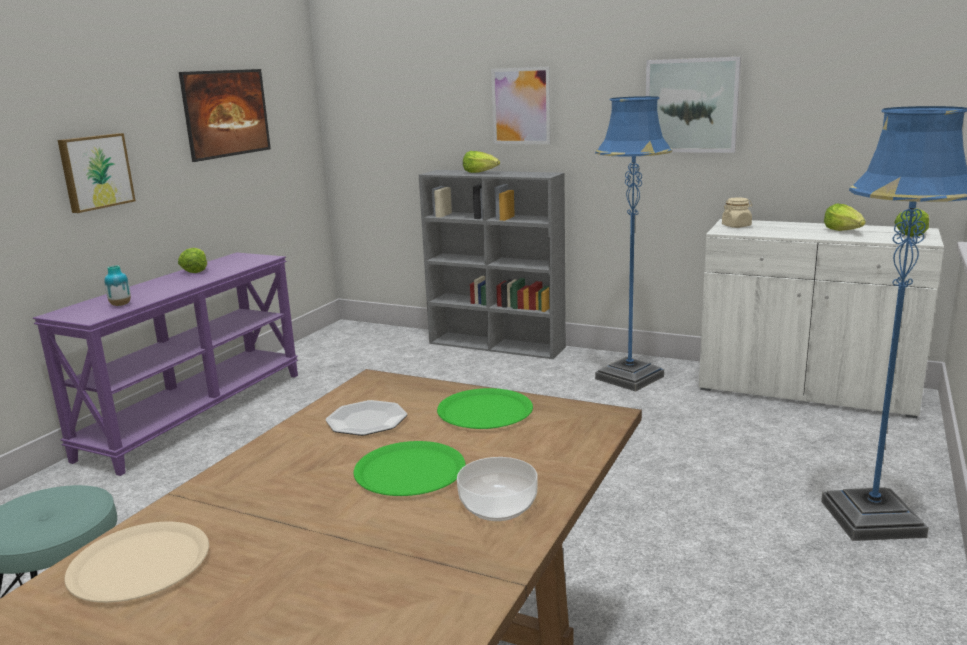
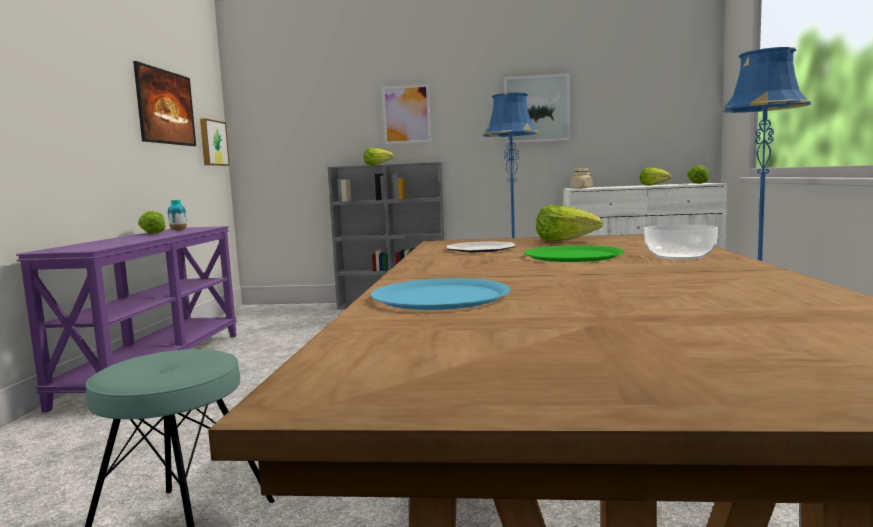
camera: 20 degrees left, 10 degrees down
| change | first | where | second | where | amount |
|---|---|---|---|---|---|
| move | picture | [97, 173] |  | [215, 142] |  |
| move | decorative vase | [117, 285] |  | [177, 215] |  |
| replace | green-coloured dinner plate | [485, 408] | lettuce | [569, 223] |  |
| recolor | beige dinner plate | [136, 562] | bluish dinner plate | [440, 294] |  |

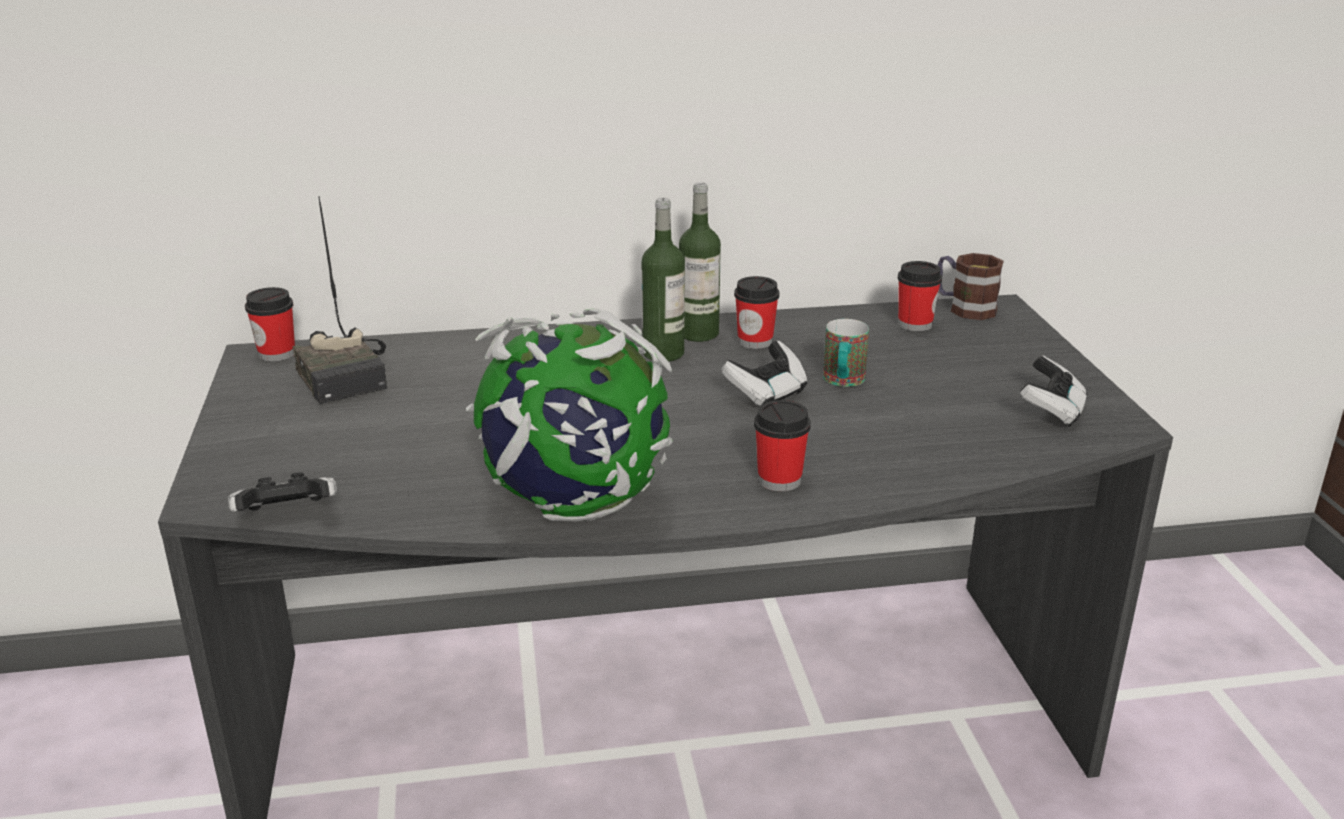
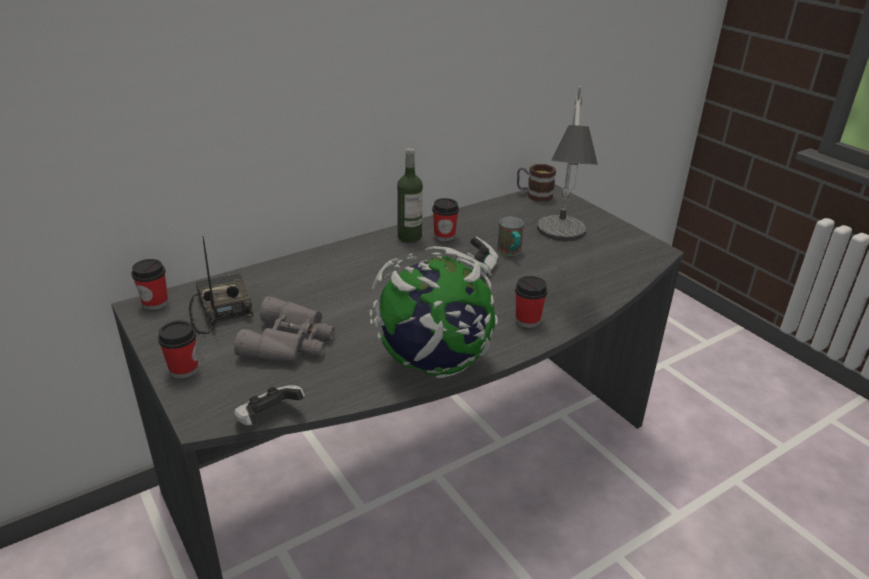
camera: 25 degrees left, 5 degrees up
| change | first | where | second | where | amount |
|---|---|---|---|---|---|
| delete | drink bottle | [663, 279] |  |  |  |
| delete | joypad | [1053, 391] |  |  |  |
| insert |  |  | grey pair of binoculars | [284, 329] |  |
| insert |  |  | table lamp | [567, 163] |  |
| move | drinking cup | [920, 296] |  | [178, 349] |  |
| rotate | radio receiver | [339, 300] |  | [221, 285] | 150 degrees counterclockwise |

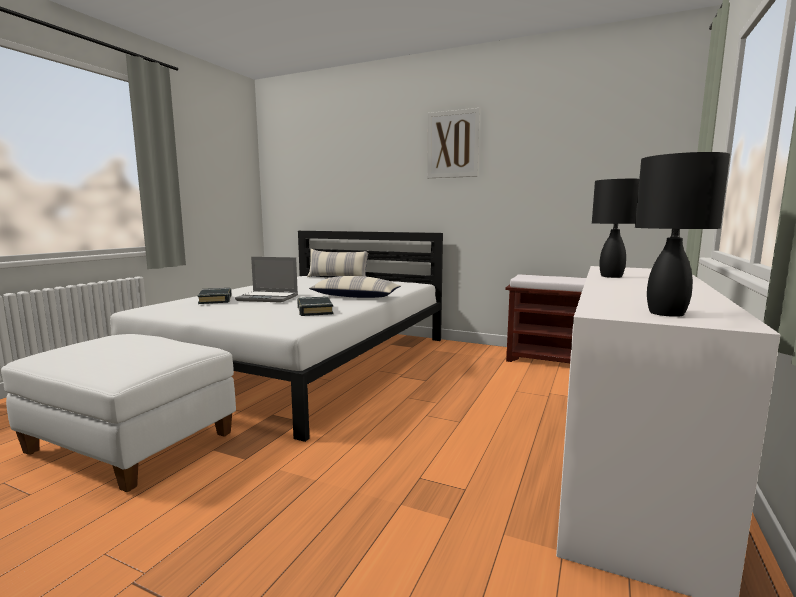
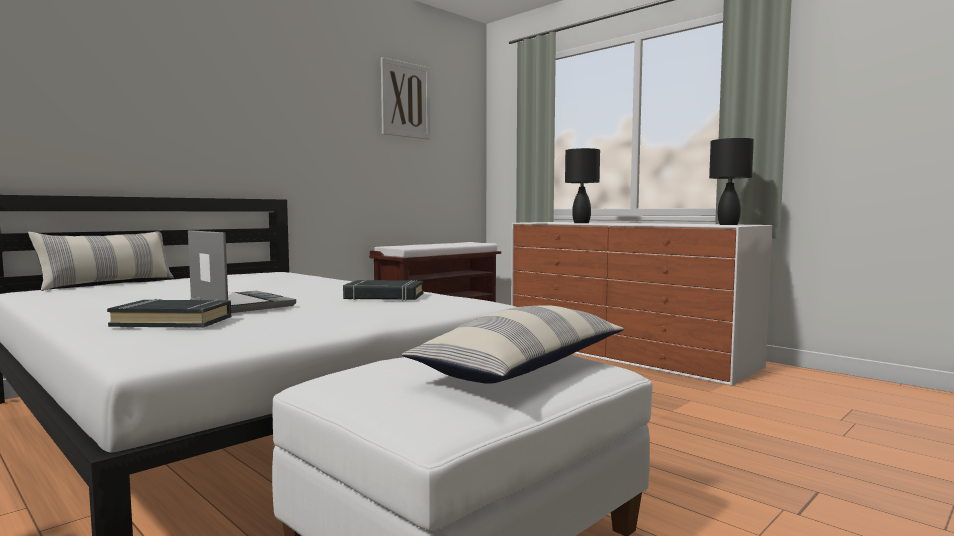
camera: 70 degrees left, 5 degrees down
| change | first | where | second | where | amount |
|---|---|---|---|---|---|
| move | cushion | [355, 287] |  | [513, 344] |  |
| move | picture | [453, 143] |  | [405, 98] |  |
| rotate | notebook computer | [266, 280] |  | [242, 271] | 75 degrees counterclockwise |

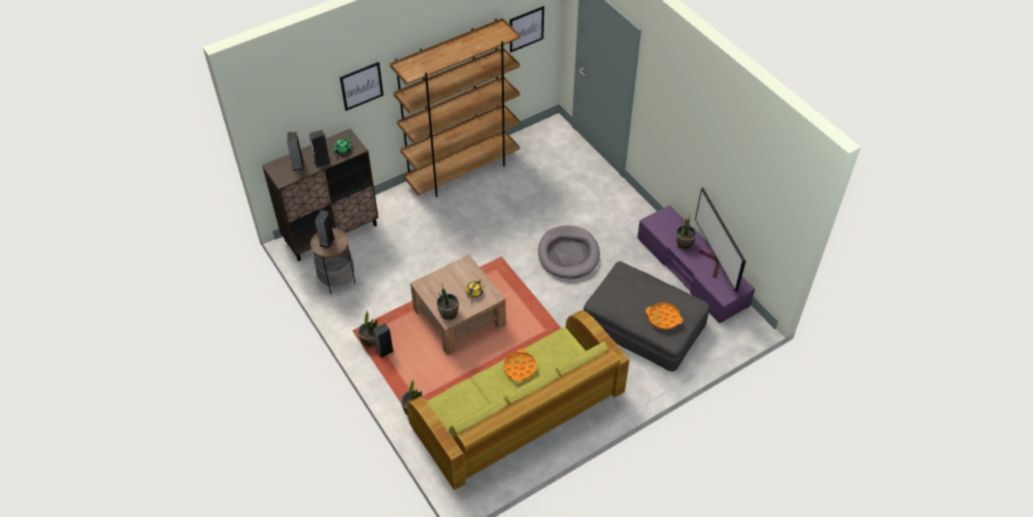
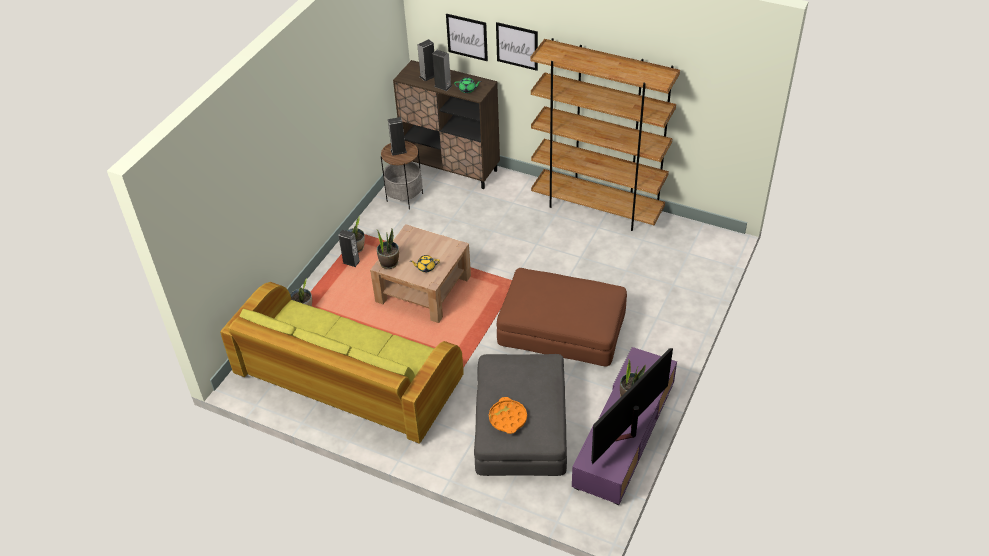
camera: 60 degrees right, 5 degrees down
| change | first | where | second | where | amount |
|---|---|---|---|---|---|
| delete | orangey serving tray | [520, 365] |  |  |  |
| move | picture | [527, 29] |  | [467, 37] |  |
| replace | grey pet bed | [569, 252] | brown-coloured footrest | [561, 317] |  |

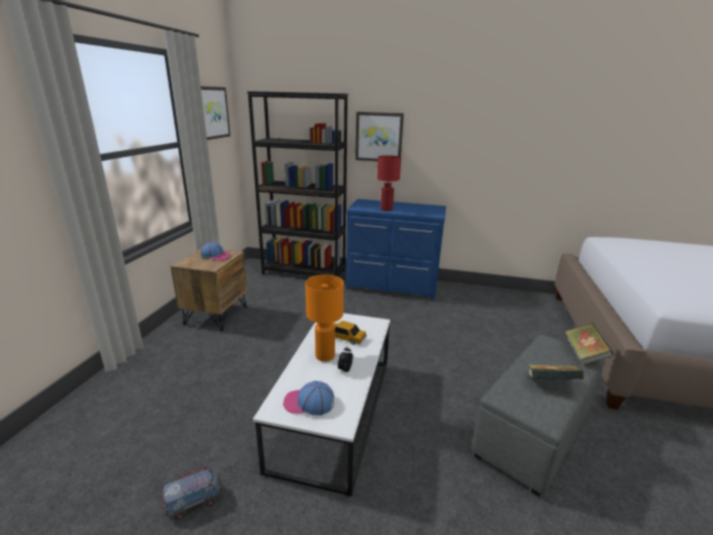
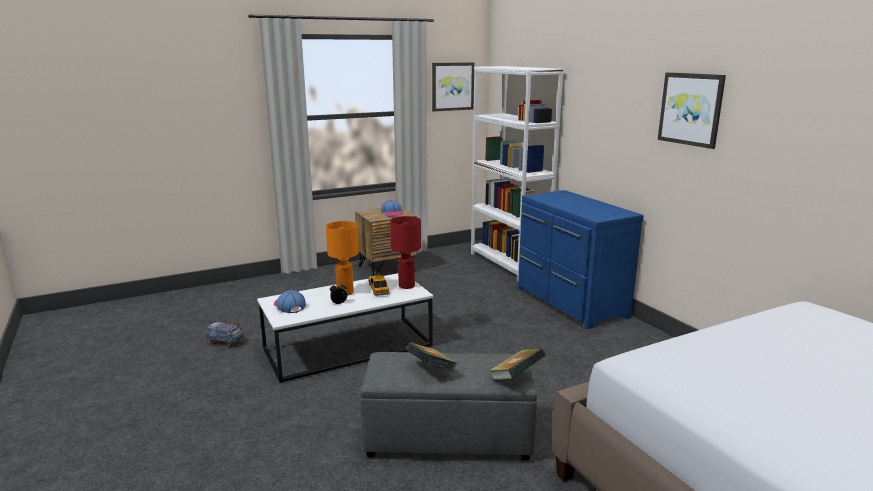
camera: 50 degrees right, 5 degrees down
| change | first | where | second | where | amount |
|---|---|---|---|---|---|
| move | picture | [379, 136] |  | [692, 110] |  |
| move | red-coloured table lamp | [389, 183] |  | [405, 252] |  |
| recolor | black-coloured shelving unit | [297, 184] | whitish shelving unit | [517, 173] |  |

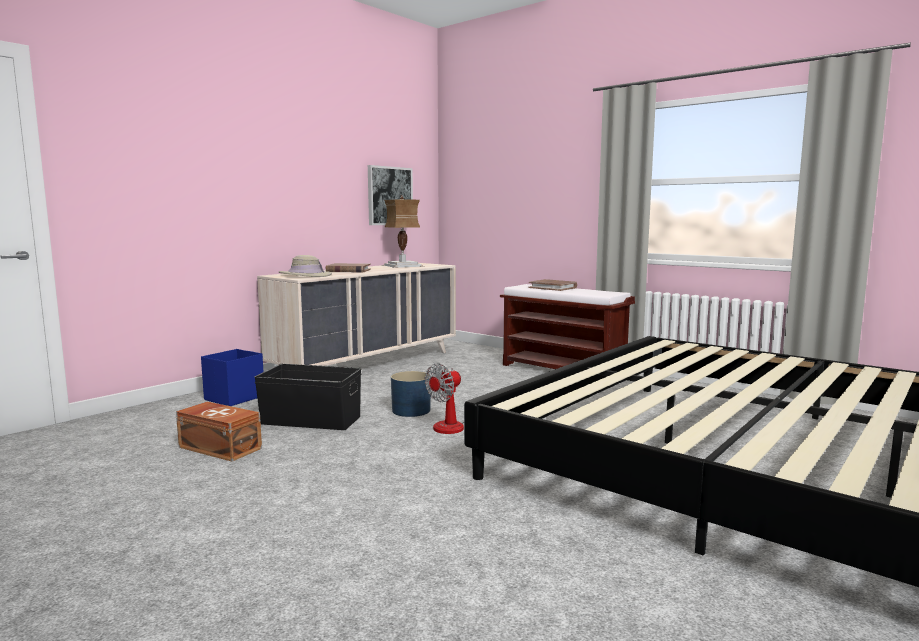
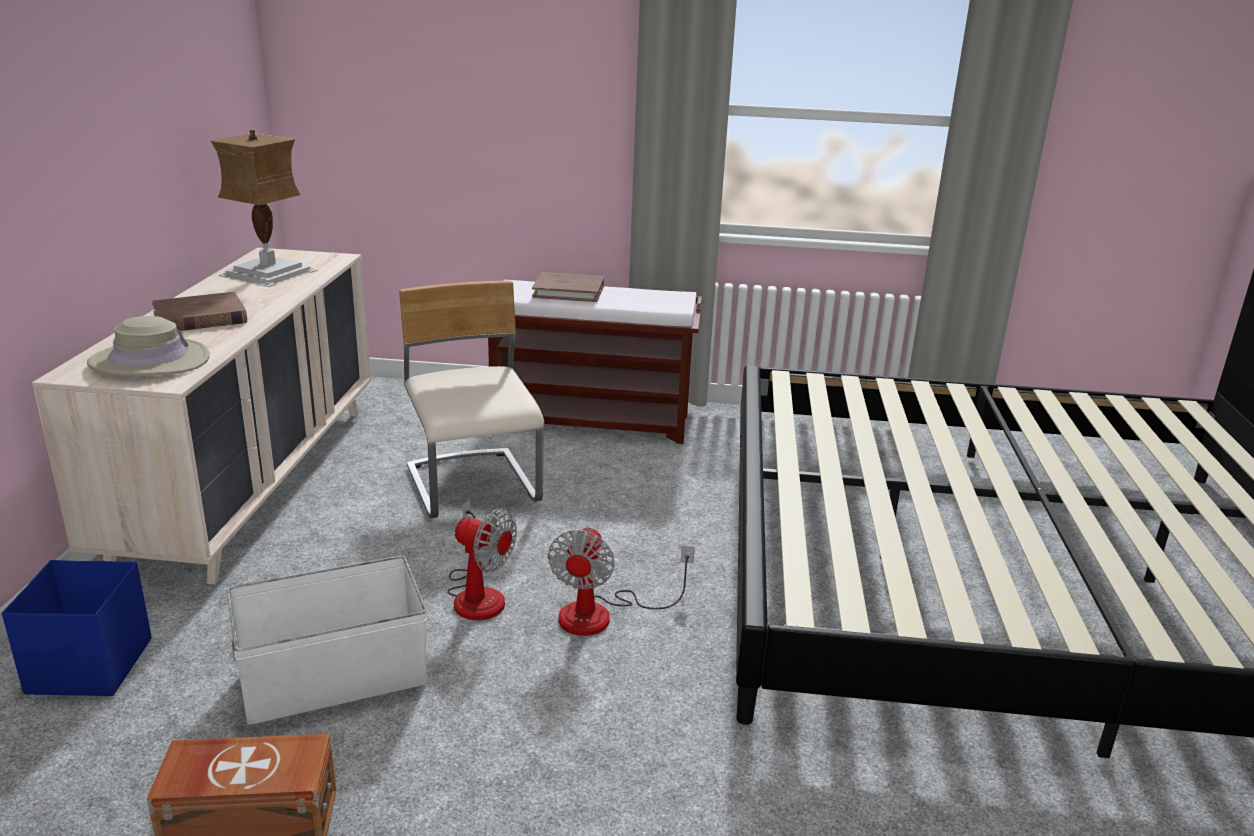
camera: 35 degrees left, 15 degrees up
| change | first | where | second | where | amount |
|---|---|---|---|---|---|
| delete | picture | [390, 195] |  |  |  |
| insert |  |  | beige upright chair | [471, 399] |  |
| replace | bluish flower pot | [411, 394] | cooling fan | [482, 560] |  |
| recolor | black-coloured storage bin | [307, 397] | whitish storage bin | [327, 640] |  |

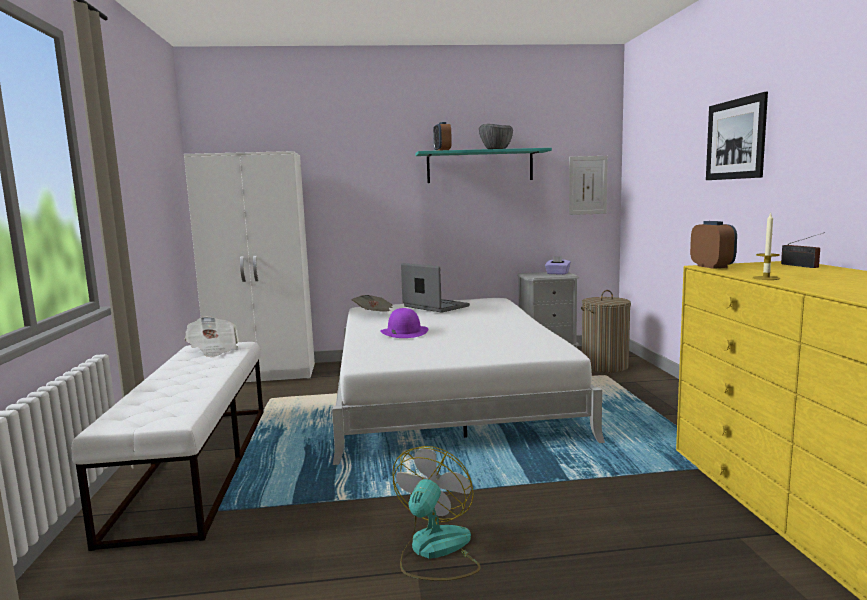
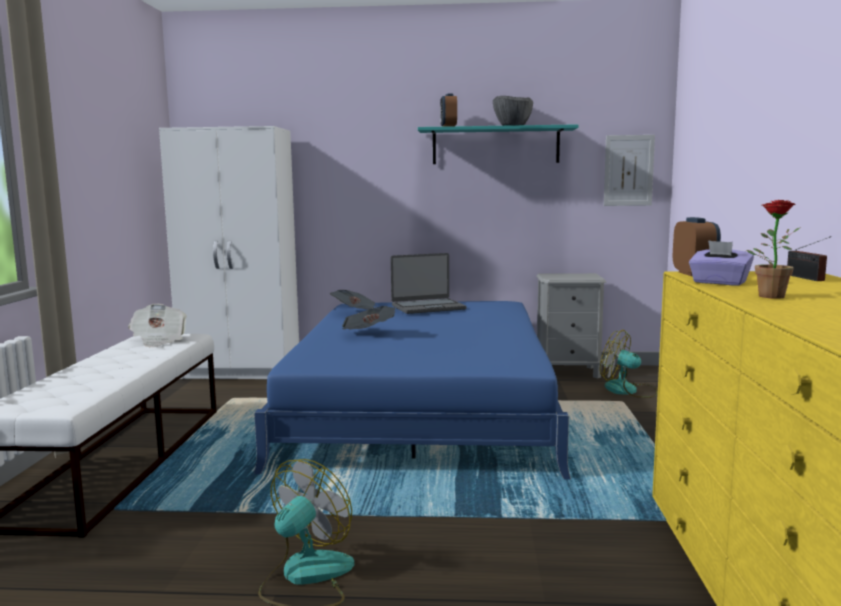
camera: 10 degrees right, 0 degrees up
| change | first | where | second | where | amount |
|---|---|---|---|---|---|
| delete | picture | [737, 136] |  |  |  |
| delete | wax light | [766, 246] |  |  |  |
| insert |  |  | houseplant | [773, 249] |  |
| move | purplish tissue box | [558, 265] |  | [721, 262] |  |
| replace | purplish clothing hat | [404, 323] | daily paper | [369, 317] |  |
| replace | hamper | [606, 331] | cooling fan | [629, 364] |  |
| recolor | whitish sleeping bed | [468, 381] | bluish sleeping bed | [412, 390] |  |
| rotate | notebook computer | [435, 288] |  | [428, 283] | 105 degrees clockwise |

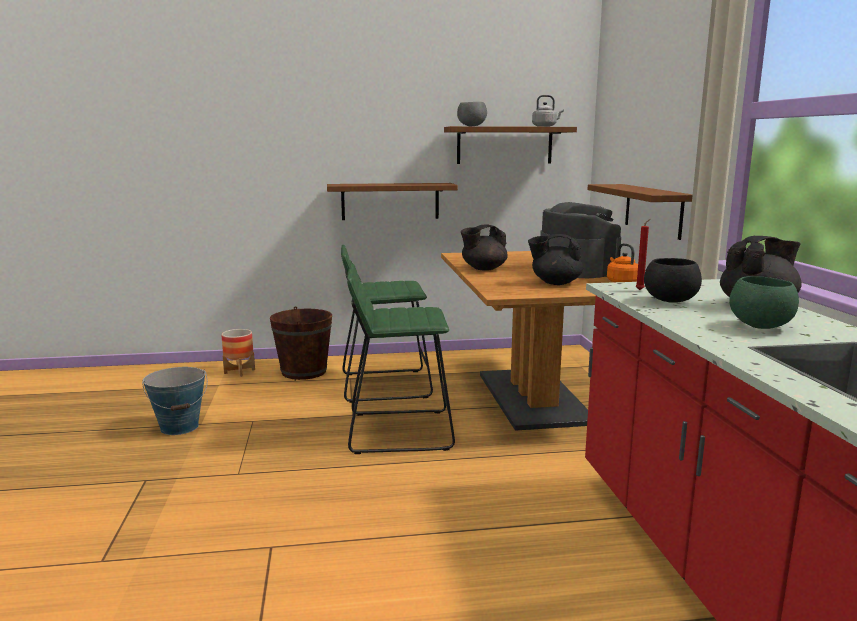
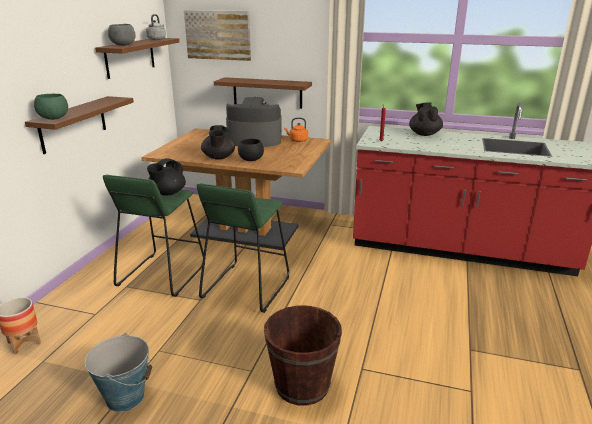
camera: 65 degrees left, 10 degrees up
| change | first | where | second | where | amount |
|---|---|---|---|---|---|
| insert |  |  | picture | [217, 35] |  |
| move | brown-coloured bucket | [301, 343] |  | [303, 355] |  |
| move | black-coloured pot for tea | [555, 259] |  | [166, 176] |  |
| move | black-coloured serving bowl | [673, 280] |  | [251, 150] |  |
| move | green-coloured serving bowl | [764, 302] |  | [51, 107] |  |

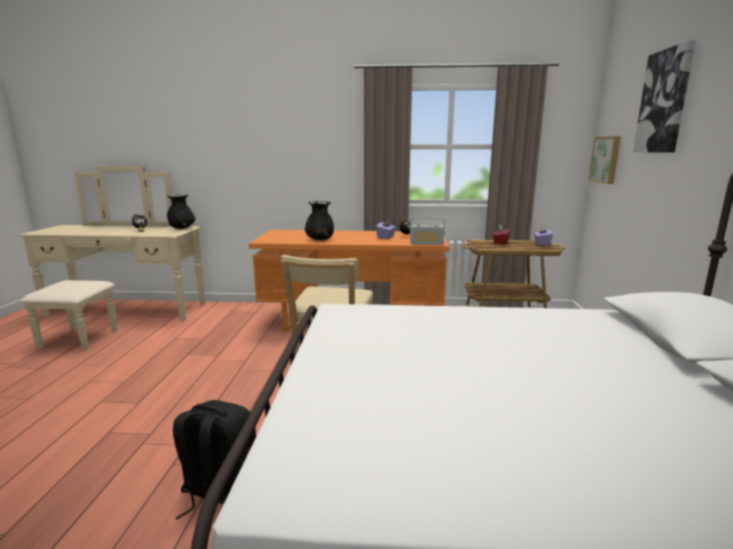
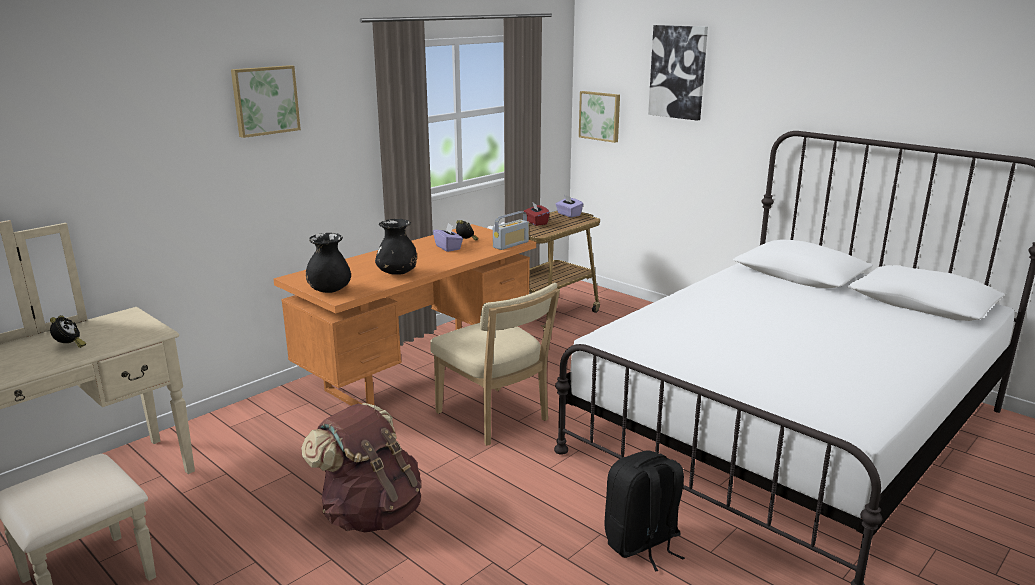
camera: 50 degrees left, 5 degrees up
| change | first | where | second | where | amount |
|---|---|---|---|---|---|
| insert |  |  | picture | [266, 101] |  |
| insert |  |  | brown-coloured knapsack | [361, 467] |  |
| move | black-coloured decorative vase | [181, 211] |  | [328, 263] |  |

